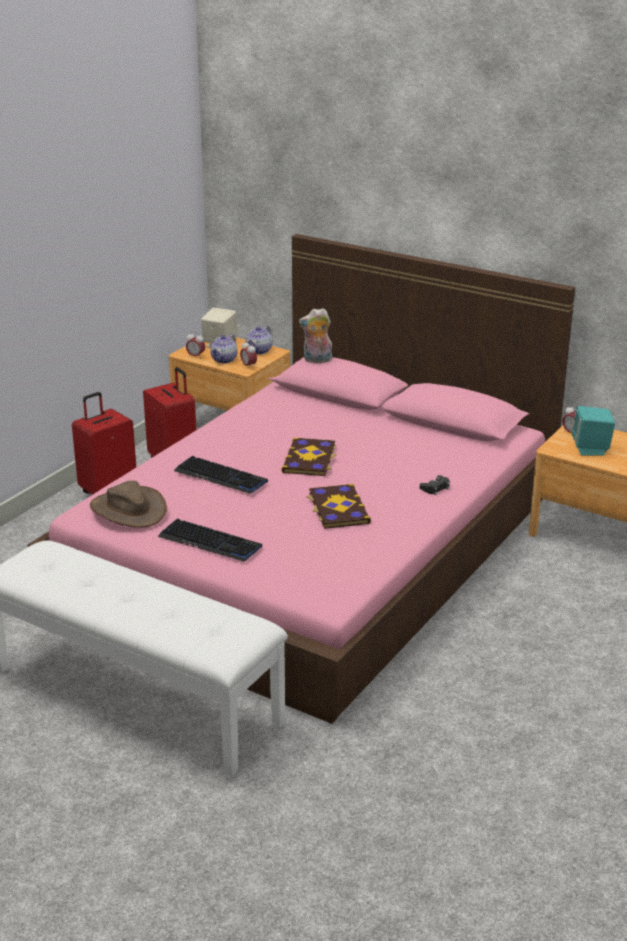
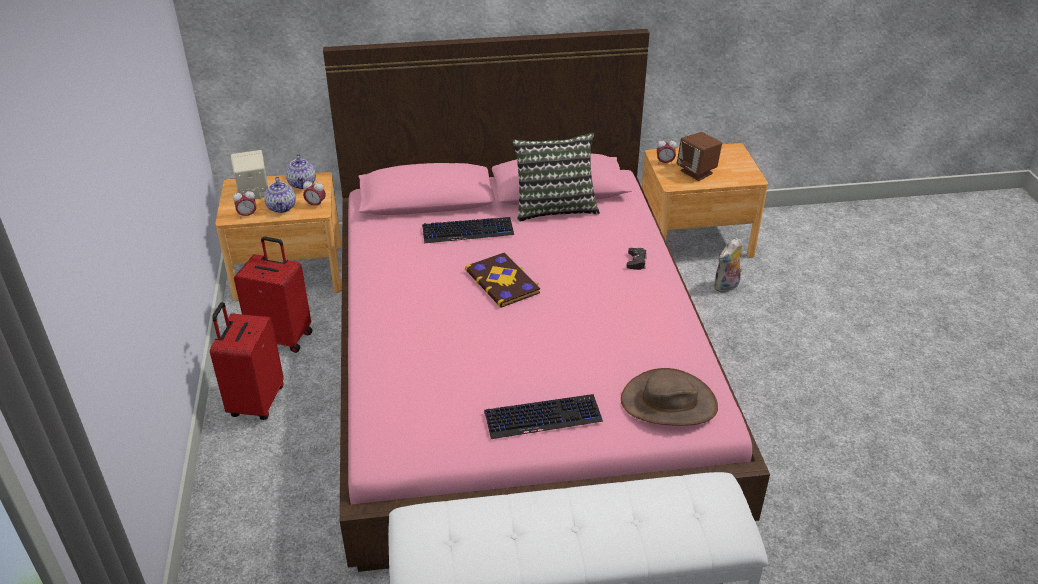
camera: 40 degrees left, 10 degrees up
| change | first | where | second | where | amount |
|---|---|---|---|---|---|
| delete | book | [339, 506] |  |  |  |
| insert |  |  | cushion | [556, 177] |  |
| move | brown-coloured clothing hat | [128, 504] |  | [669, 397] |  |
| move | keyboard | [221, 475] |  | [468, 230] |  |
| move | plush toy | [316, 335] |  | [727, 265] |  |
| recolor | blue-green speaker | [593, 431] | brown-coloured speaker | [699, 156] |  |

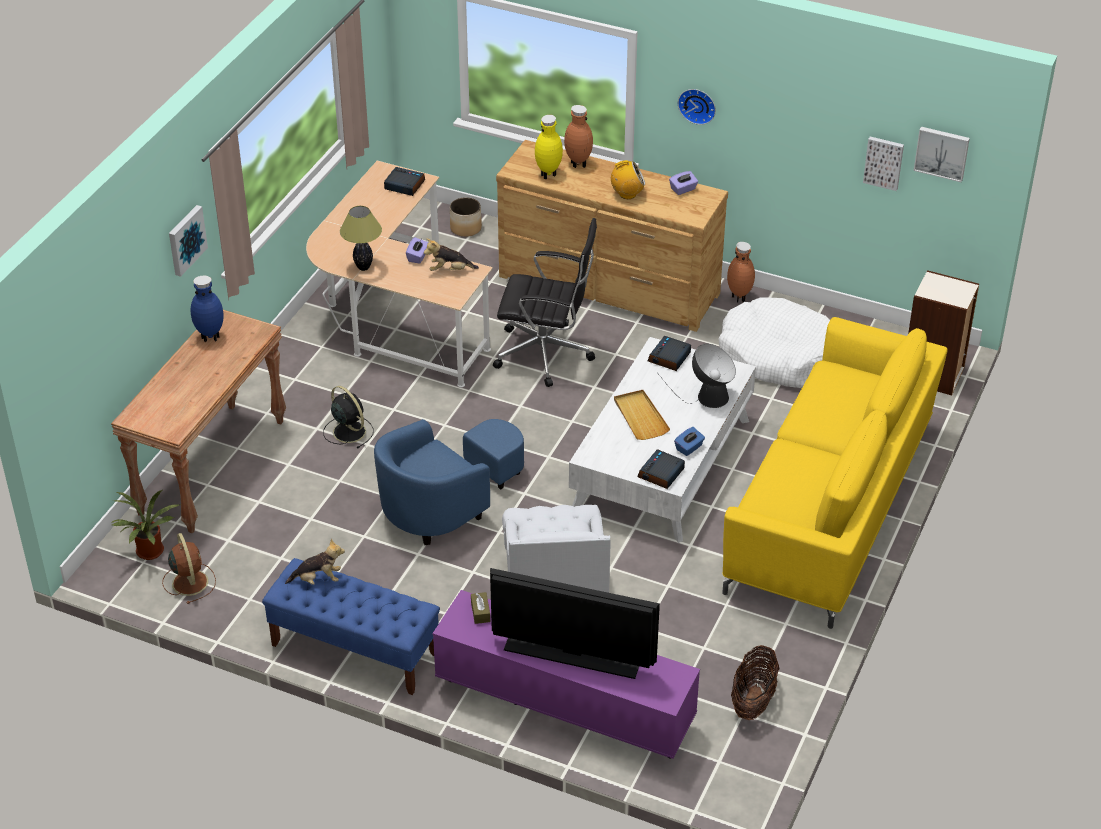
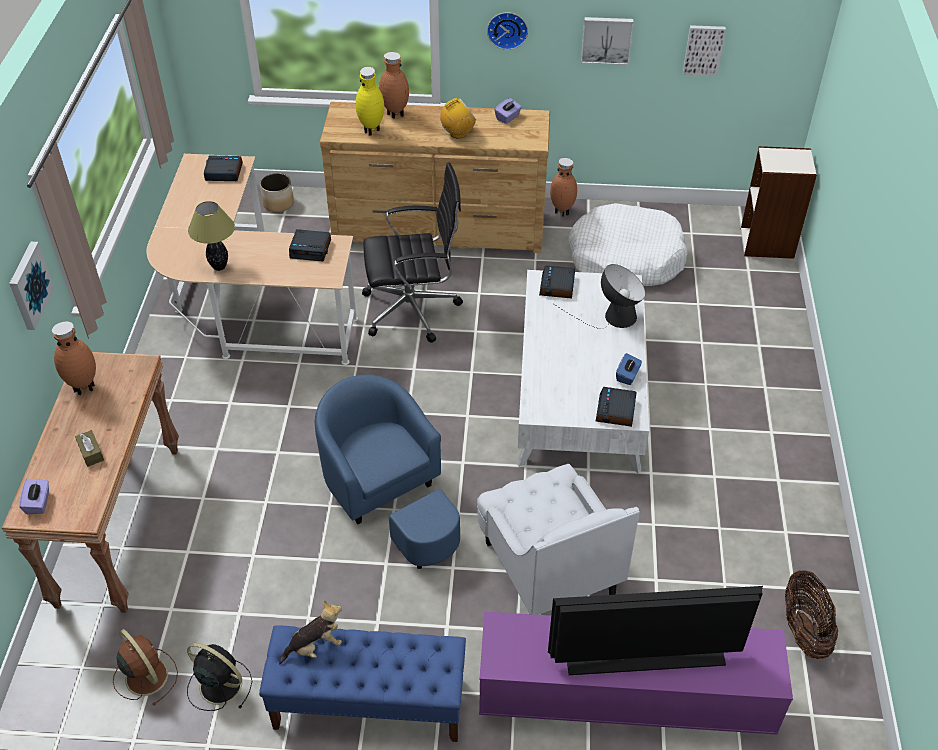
camera: 20 degrees left, 5 degrees up
| change | first | where | second | where | amount |
|---|---|---|---|---|---|
| delete | houseplant | [145, 525] |  |  |  |
| delete | beige serving tray | [642, 415] |  |  |  |
| delete | yellow-coloured sofa | [835, 473] |  |  |  |
| move | black-coloured cooling fan | [348, 417] |  | [219, 677] |  |
| move | purplish tissue box | [417, 250] |  | [34, 496] |  |
| move | brown-coloured tissue box | [480, 608] |  | [89, 448] |  |
| move | picture | [942, 154] |  | [607, 41] |  |
| replace | plush toy | [451, 254] | table clock | [310, 245] |  |
| recolor | bluish decorative vase | [207, 309] | brown-coloured decorative vase | [74, 358] |  |
| rotate | bluish lounge chair | [449, 482] |  | [387, 472] | 120 degrees clockwise |

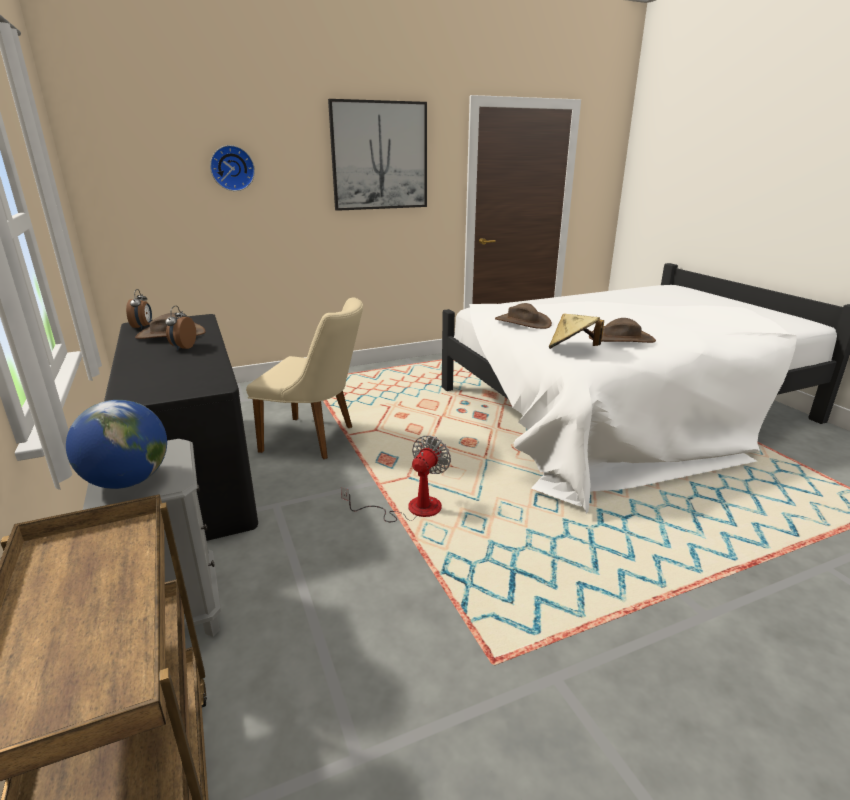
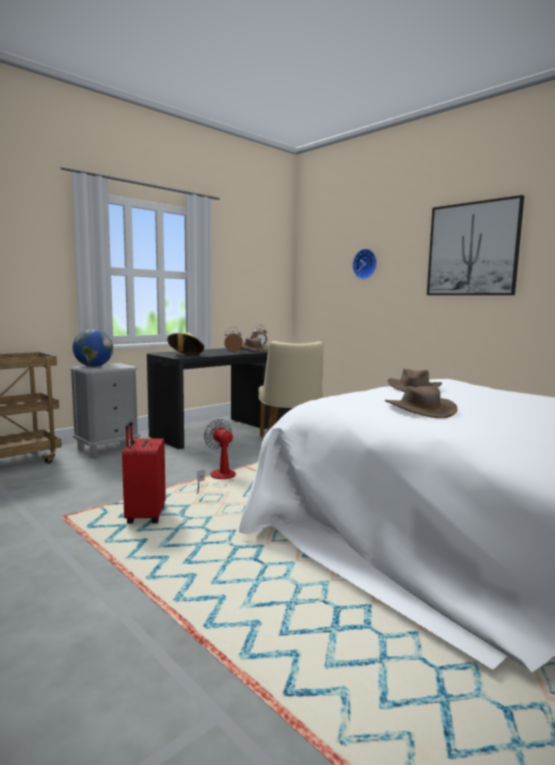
camera: 70 degrees right, 15 degrees down
| change | first | where | second | where | amount |
|---|---|---|---|---|---|
| insert |  |  | red-coloured travel case | [144, 472] |  |
| move | beige clothing hat | [576, 331] |  | [185, 343] |  |
| rotate | cooling fan | [396, 478] |  | [216, 456] | 135 degrees counterclockwise |

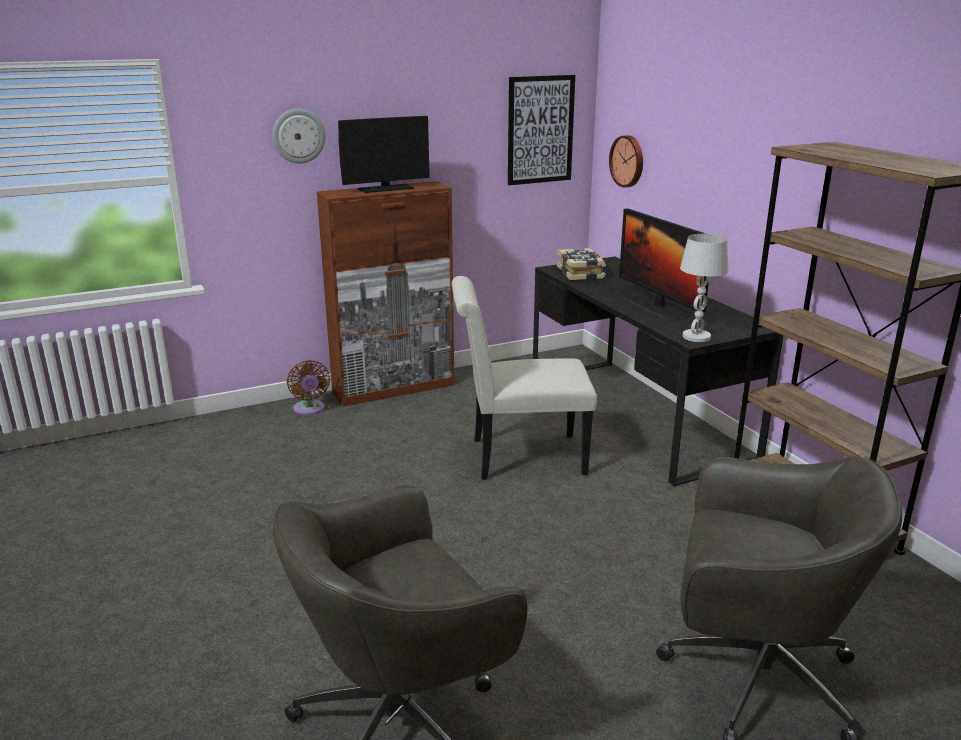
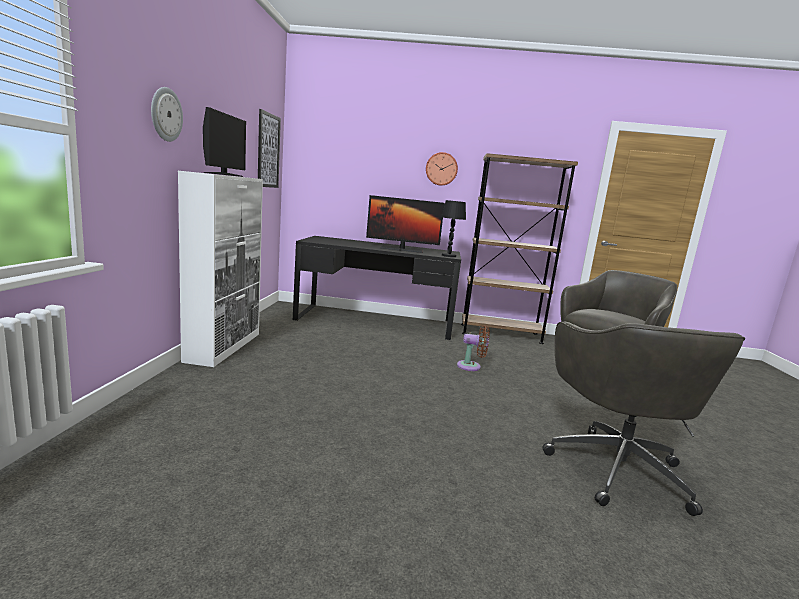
camera: 60 degrees left, 10 degrees down
| change | first | where | second | where | amount |
|---|---|---|---|---|---|
| delete | whitish upright chair | [524, 378] |  |  |  |
| delete | book | [581, 264] |  |  |  |
| move | brown-coloured cooling fan | [308, 387] |  | [473, 348] |  |
| move | hanging clock | [626, 161] |  | [442, 169] |  |
| recolor | brown-coloured cabinet | [385, 294] | whitish cabinet | [220, 269] |  |
| recolor | whitish table lamp | [704, 288] | black-coloured table lamp | [453, 228] |  |

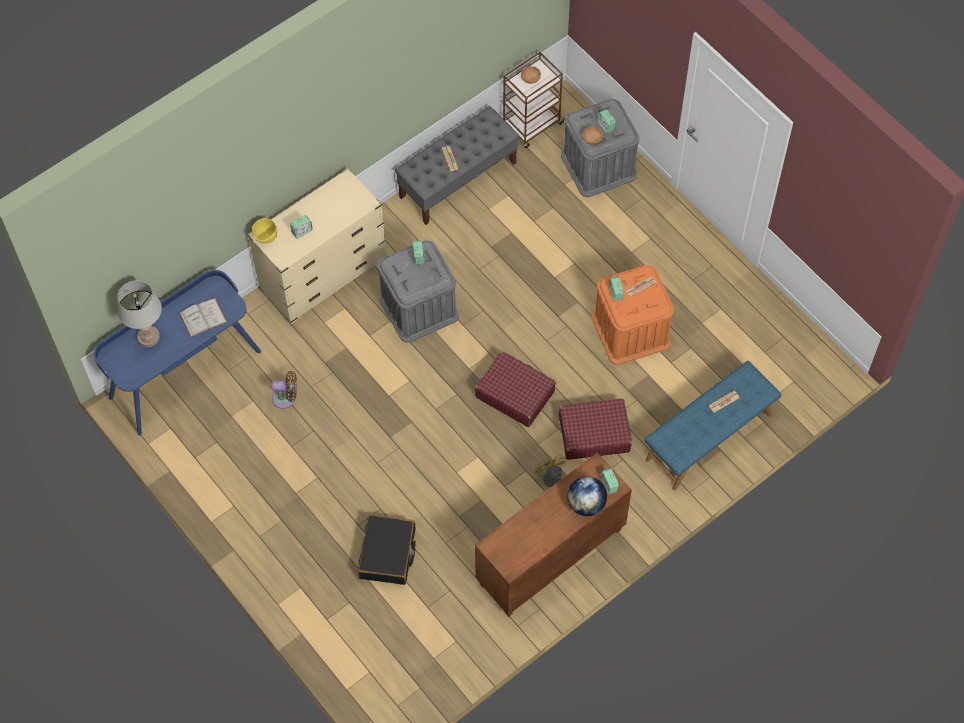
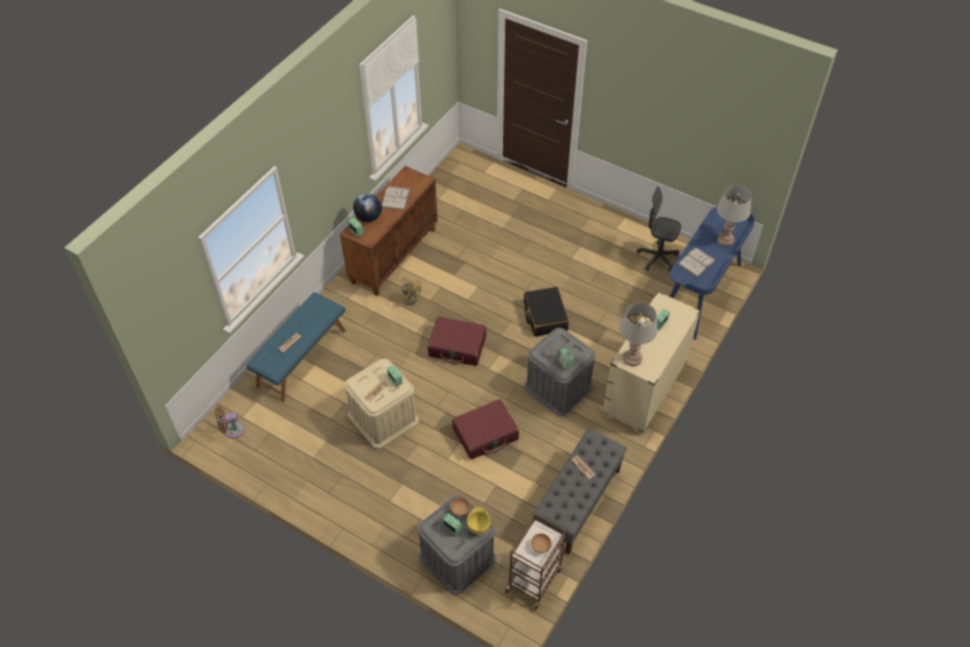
camera: 160 degrees right, 10 degrees down
| change | first | where | second | where | amount |
|---|---|---|---|---|---|
| insert |  |  | whitish book | [396, 198] |  |
| insert |  |  | grey table lamp | [638, 334] |  |
| insert |  |  | grey computer chair | [659, 229] |  |
| move | yellow-coloured serving bowl | [264, 231] |  | [478, 520] |  |
| move | brown-coloured cooling fan | [284, 390] |  | [229, 423] |  |
| move | black-coloured travel case | [386, 550] |  | [546, 312] |  |
| move | red-coloured travel case | [595, 429] |  | [485, 429] |  |
| recolor | orangey storage bin | [633, 315] | beige storage bin | [381, 404] |  |

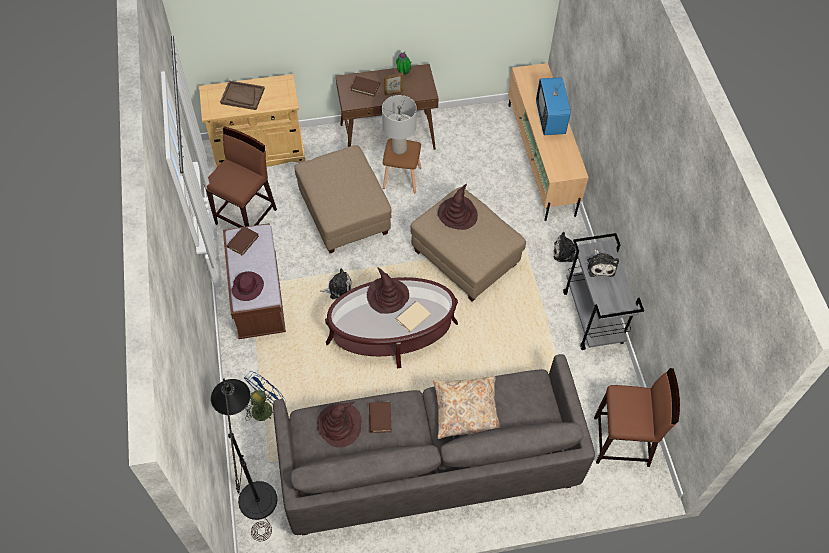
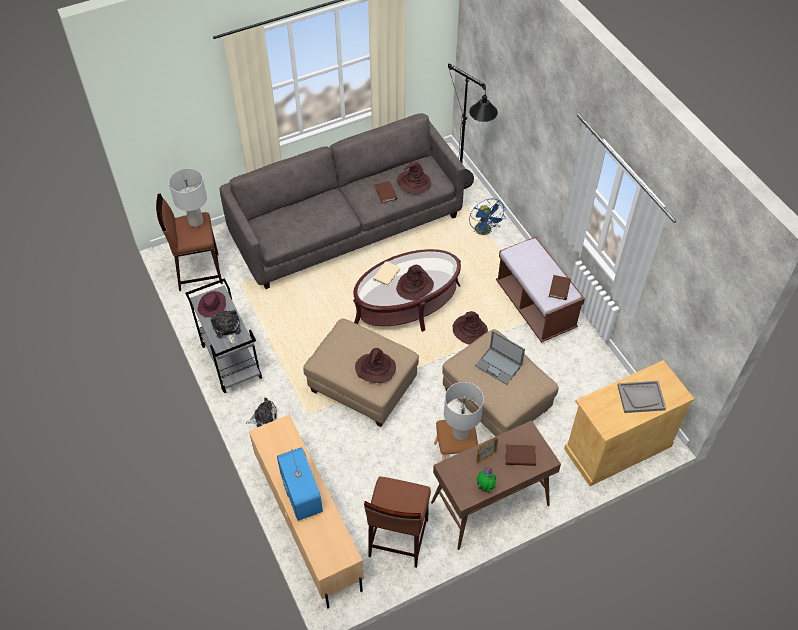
camera: 165 degrees right, 5 degrees down
| change | first | where | second | where | amount |
|---|---|---|---|---|---|
| delete | beige cushion | [466, 407] |  |  |  |
| insert |  |  | grey table lamp | [188, 198] |  |
| insert |  |  | notebook computer | [500, 358] |  |
| move | brown-coloured sitting stool | [240, 177] |  | [397, 522] |  |
| move | purplish clothing hat | [248, 286] |  | [211, 304] |  |
| replace | plush toy | [336, 284] | brown-coloured clothing hat | [470, 328] |  |
| recolor | brown-coloured serving tray | [242, 95] | grey serving tray | [641, 397] |  |
| rotate | bluish cooling fan | [265, 396] |  | [487, 217] | 45 degrees counterclockwise |

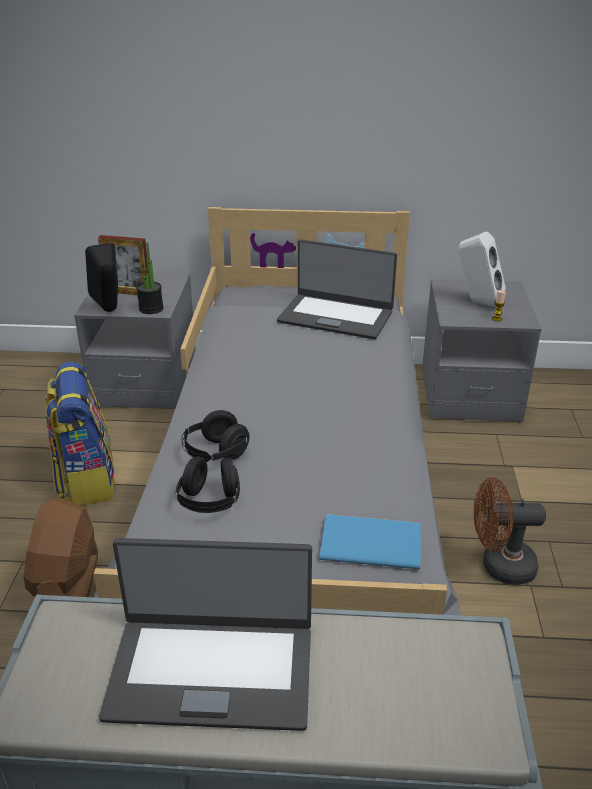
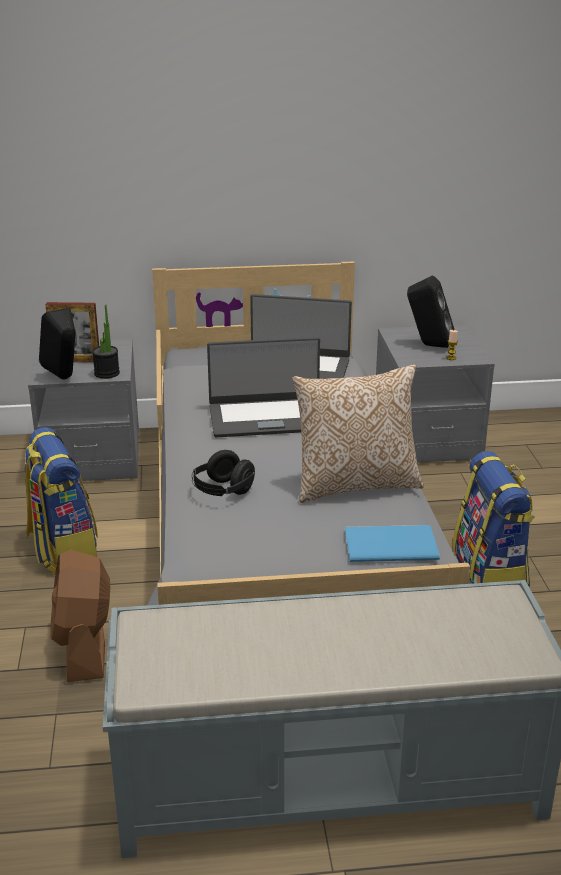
camera: 10 degrees left, 5 degrees down
| change | first | where | second | where | amount |
|---|---|---|---|---|---|
| delete | black-coloured headset | [208, 484] |  |  |  |
| insert |  |  | cushion | [358, 433] |  |
| move | notebook computer | [205, 634] |  | [263, 387] |  |
| replace | brown-coloured cooling fan | [510, 531] | knapsack | [493, 519] |  |
| recolor | whitish speaker | [482, 269] | black-coloured speaker | [430, 312] |  |

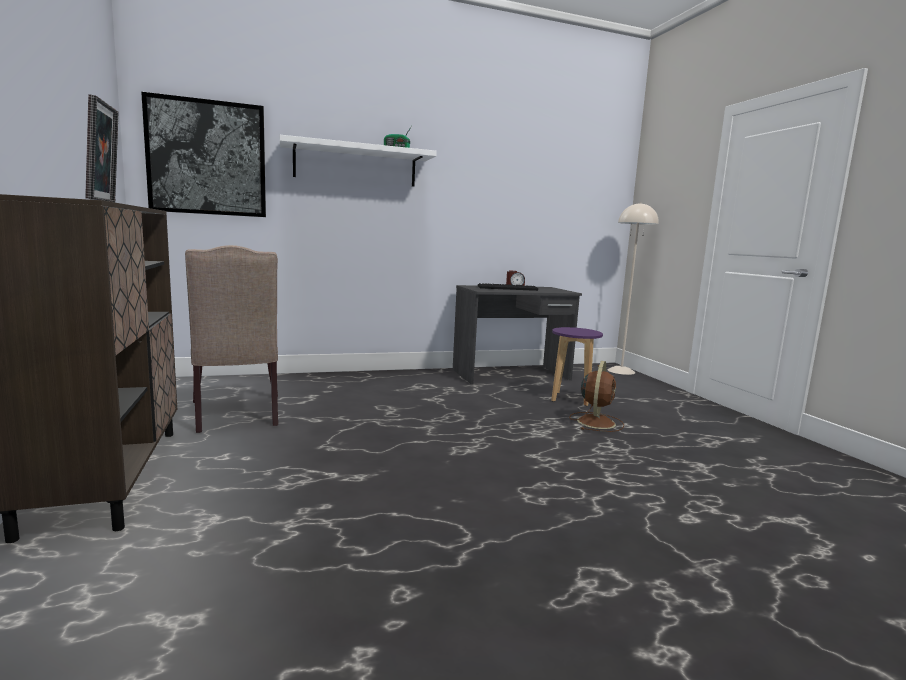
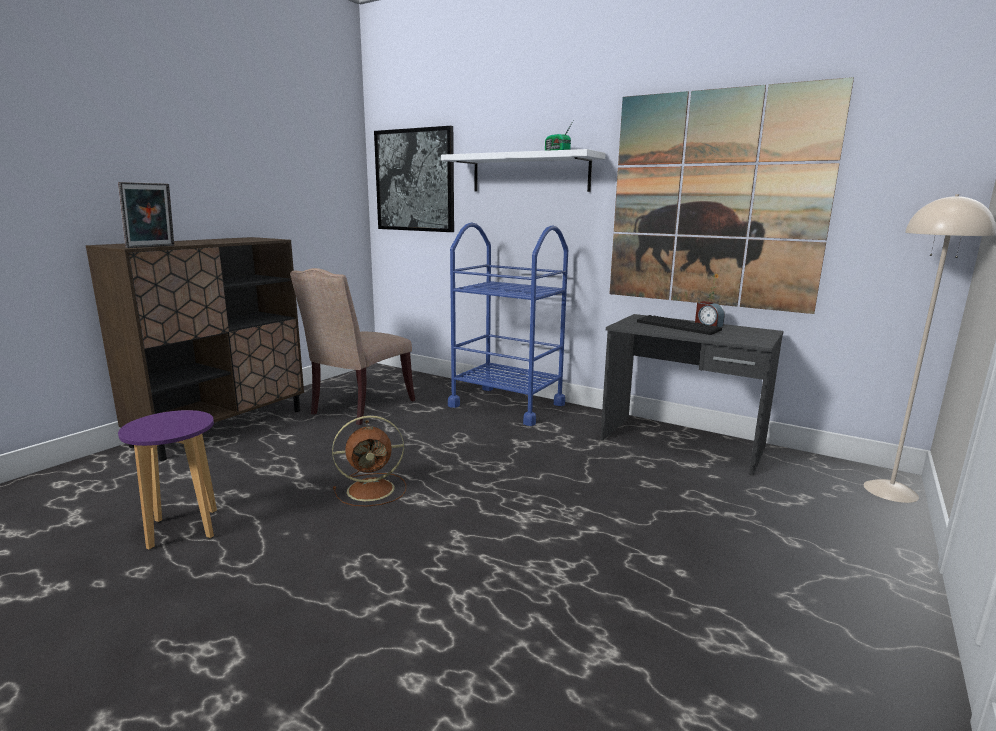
camera: 50 degrees right, 5 degrees up
| change | first | where | second | where | amount |
|---|---|---|---|---|---|
| insert |  |  | bluish trolley | [508, 324] |  |
| insert |  |  | picture | [732, 195] |  |
| move | purplish sitting stool | [577, 366] |  | [167, 479] |  |
| move | brown-coloured cooling fan | [596, 396] |  | [369, 461] |  |

